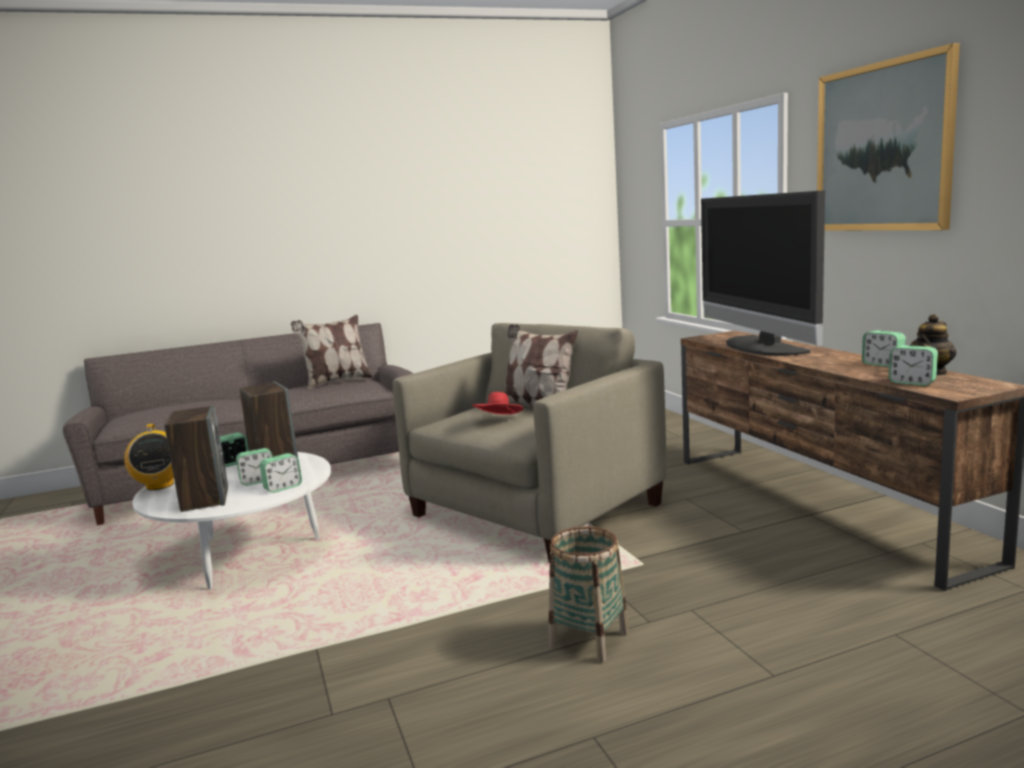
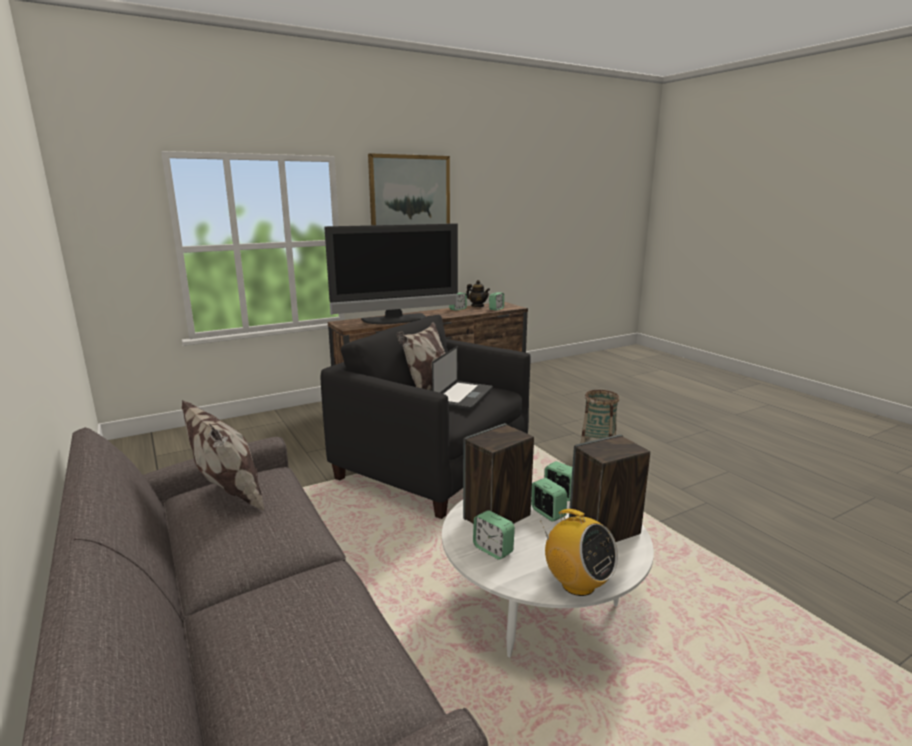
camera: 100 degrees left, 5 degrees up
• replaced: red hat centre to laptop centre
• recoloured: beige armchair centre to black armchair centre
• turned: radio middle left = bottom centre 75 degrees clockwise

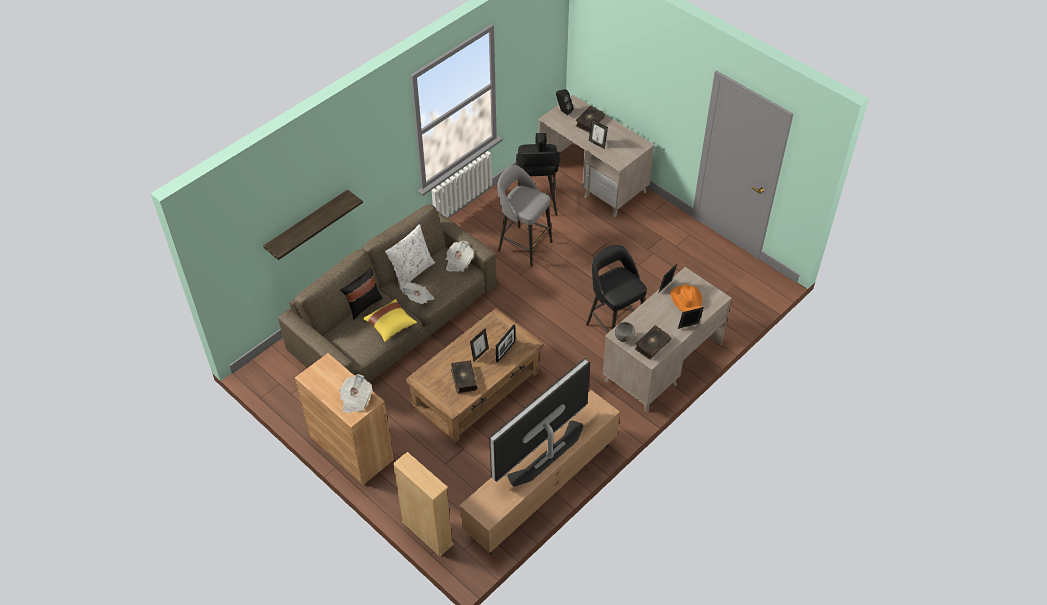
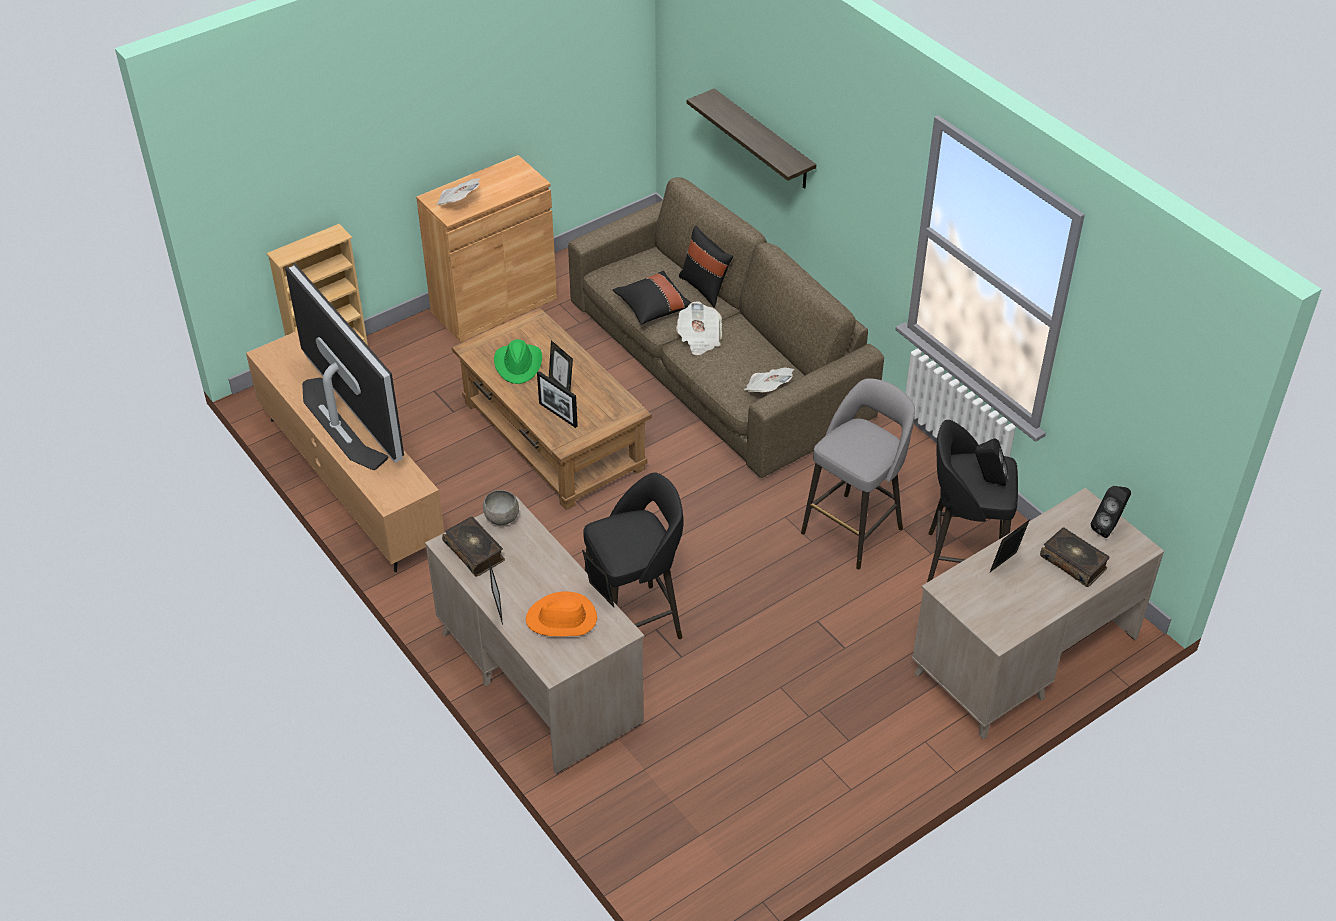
camera: 100 degrees right, 5 degrees down
• removed: white pillow centre
• replaced: book (1st from left) centre to green hat centre
• recoloured: yellow pillow centre to black pillow (1st from left) top centre

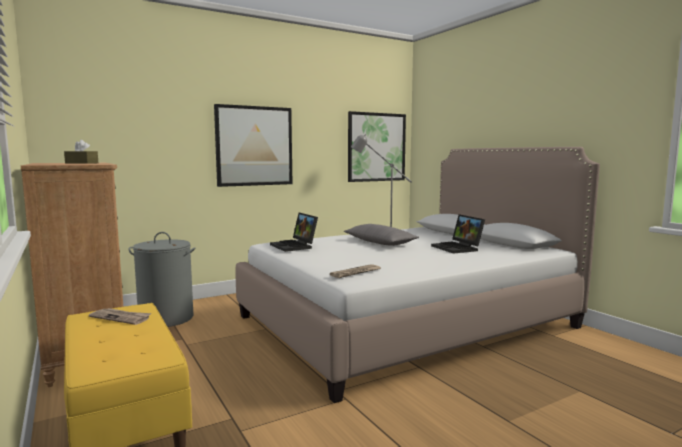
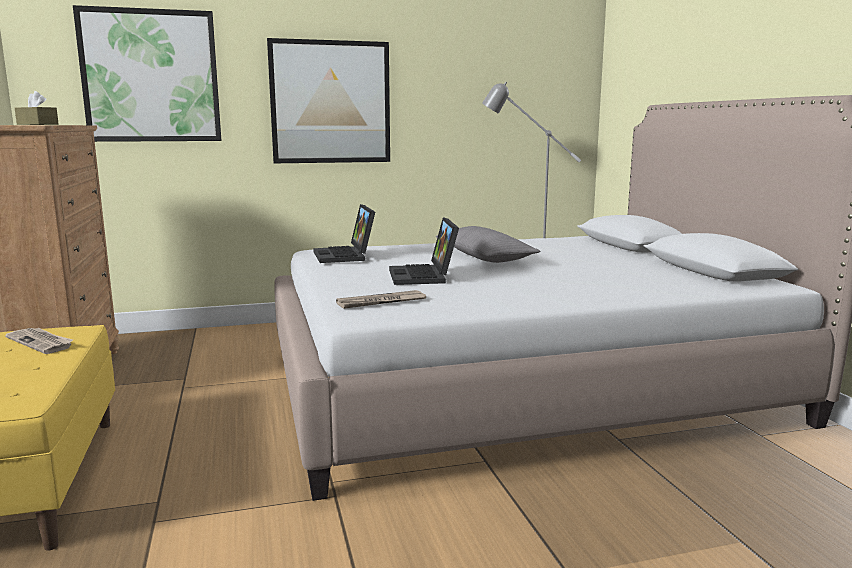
camera: 15 degrees right, 5 degrees up
• removed: grey laundry basket middle left
• moved: picture (2nd from left in the first image) top centre to picture (1st from left) top left
• moved: laptop (2nd from left) middle right to centre

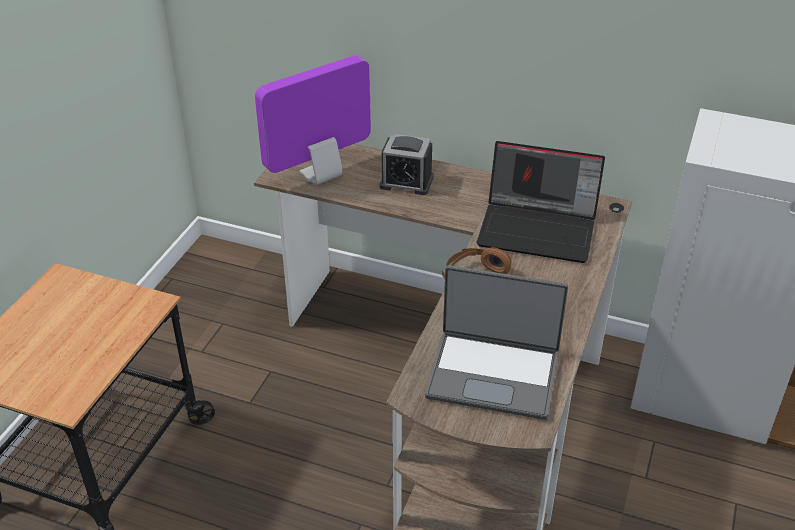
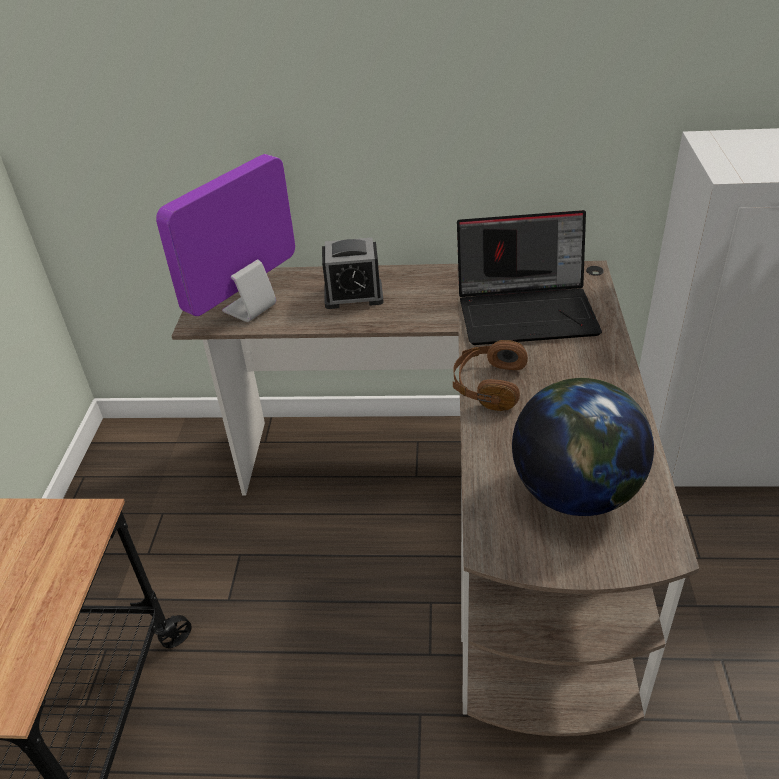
camera: 15 degrees left, 0 degrees up
• replaced: laptop (1st from left) centre to globe middle right

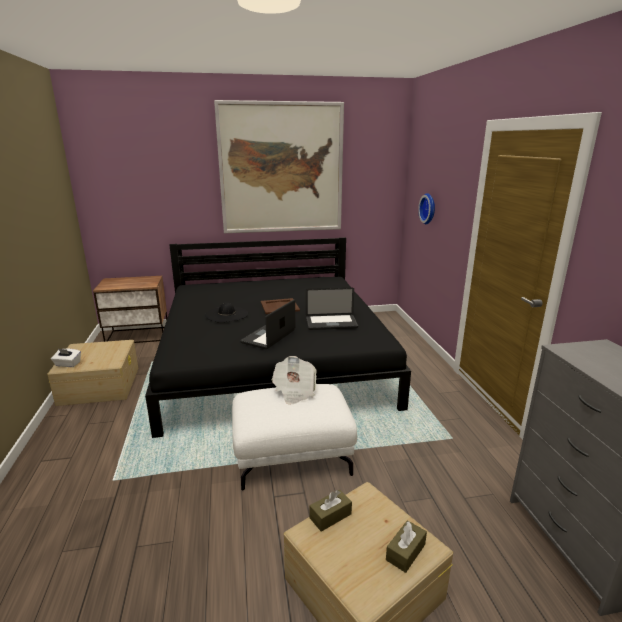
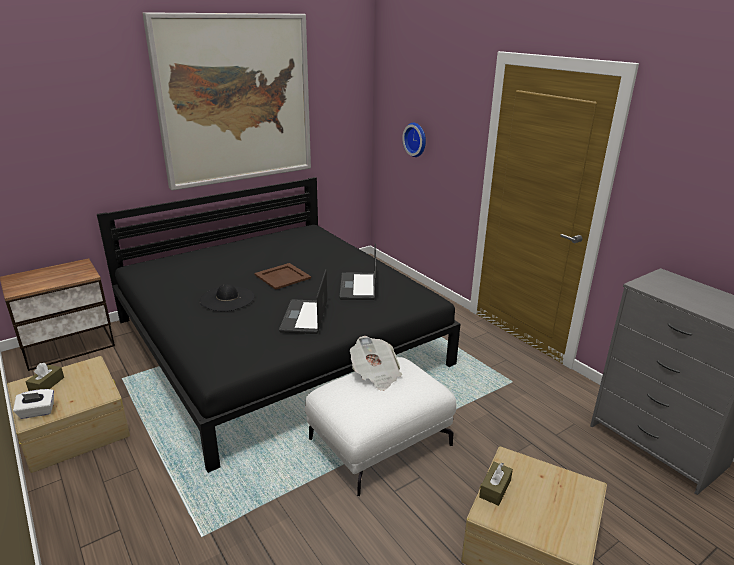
camera: 25 degrees left, 5 degrees up
• moved: brown tissue box (2nd from left in the first image) bottom centre to brown tissue box (1st from left) bottom left
• turned: laptop (2nd from left) centre = centre 120 degrees clockwise

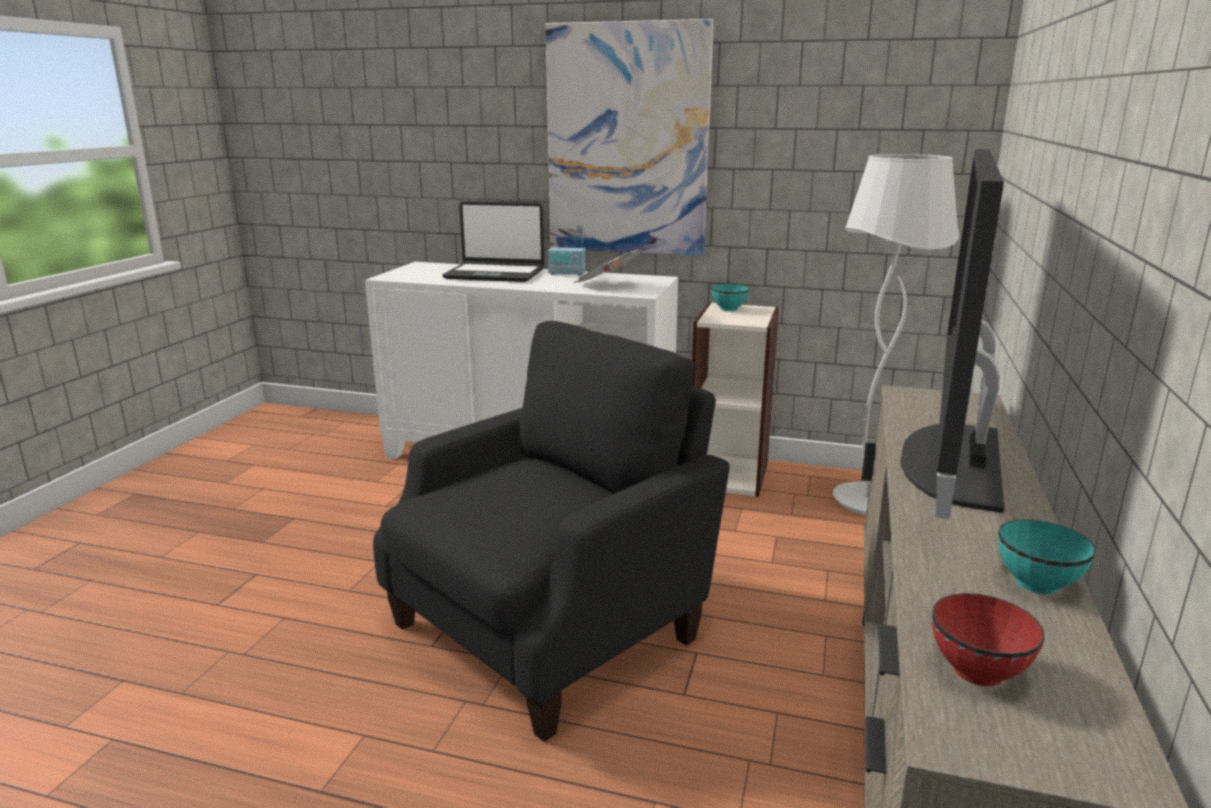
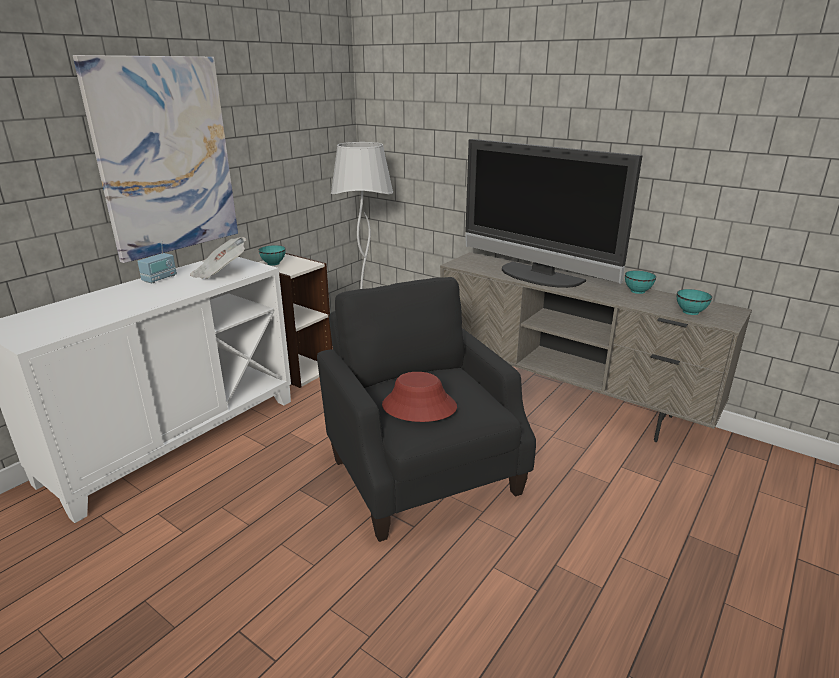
camera: 70 degrees left, 5 degrees up
• removed: laptop top centre
• added: red hat centre
• recoloured: red bowl bottom right to turquoise bowl (3rd from left) middle right

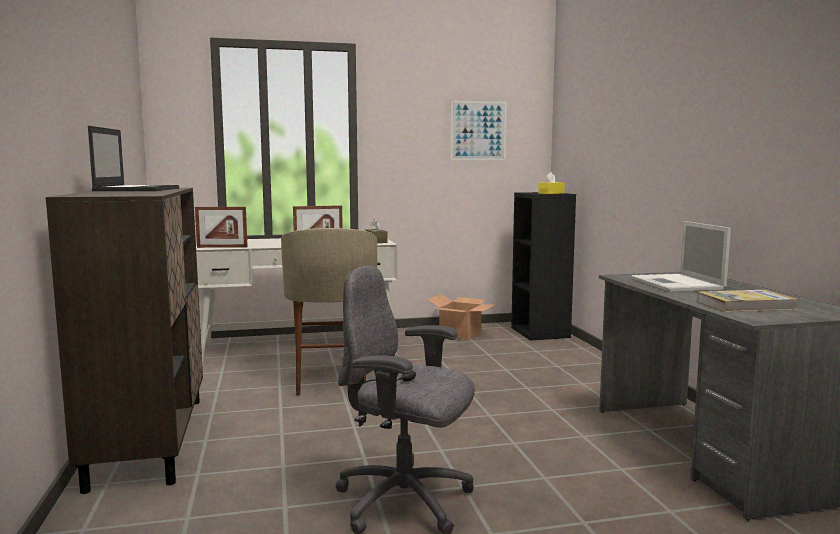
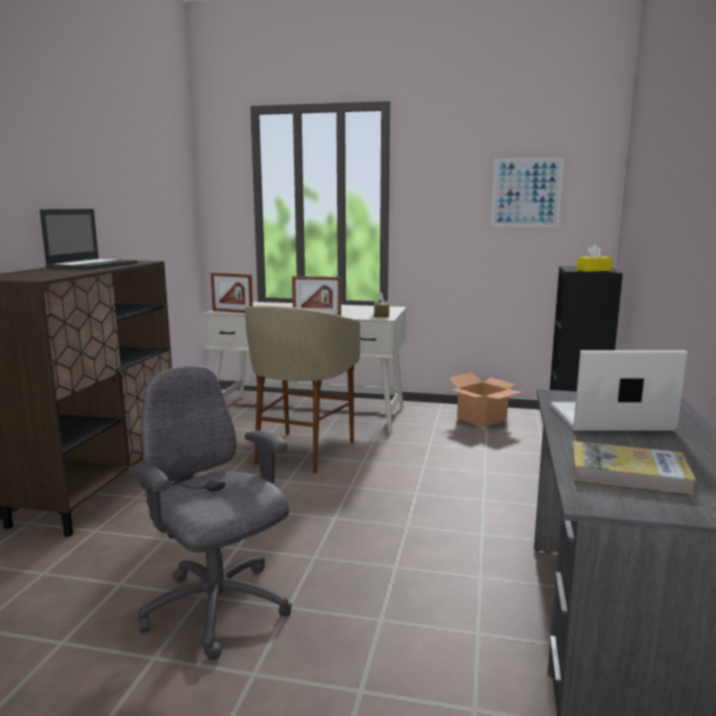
camera: 25 degrees right, 5 degrees up
• turned: laptop (2nd from left) middle right = middle right 75 degrees clockwise

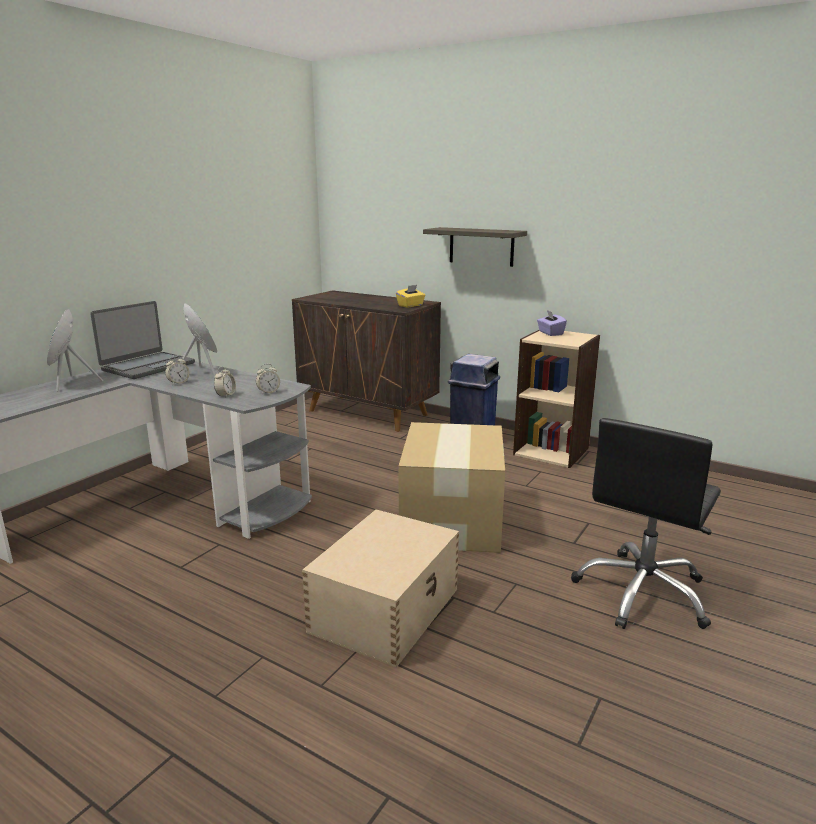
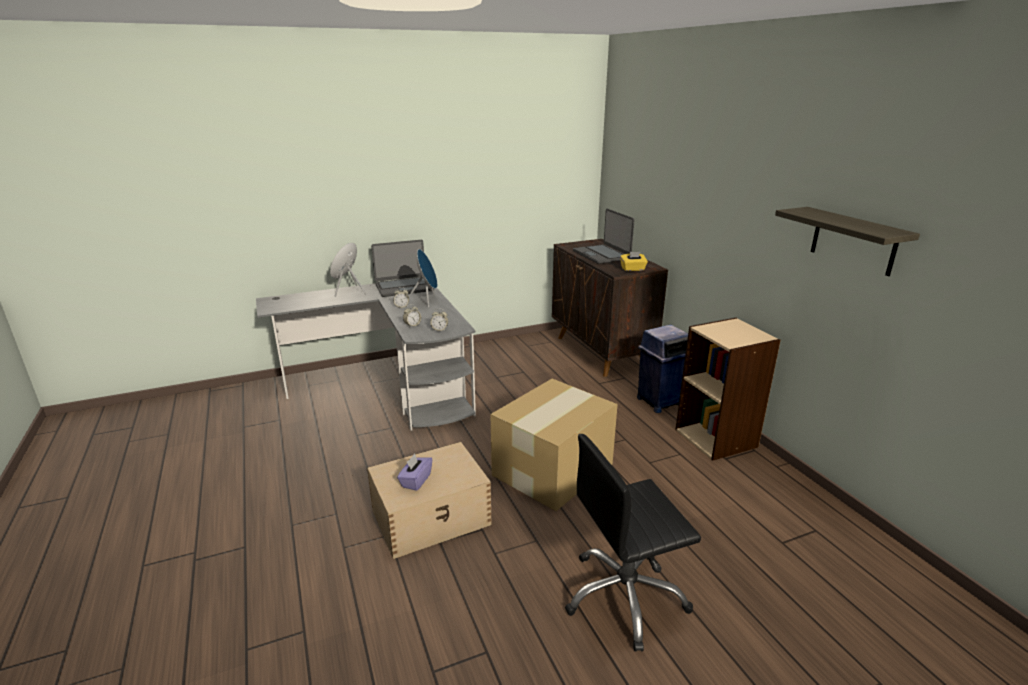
camera: 35 degrees right, 5 degrees up
• added: laptop (2nd from left) centre
• moved: shelf top centre to middle right
• moved: purple tissue box middle right to bottom centre

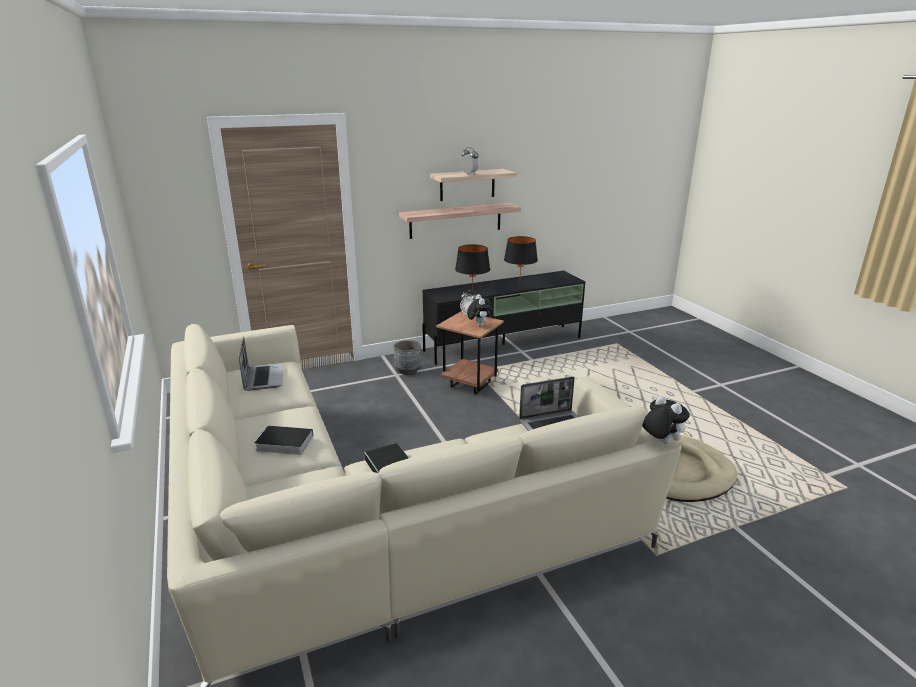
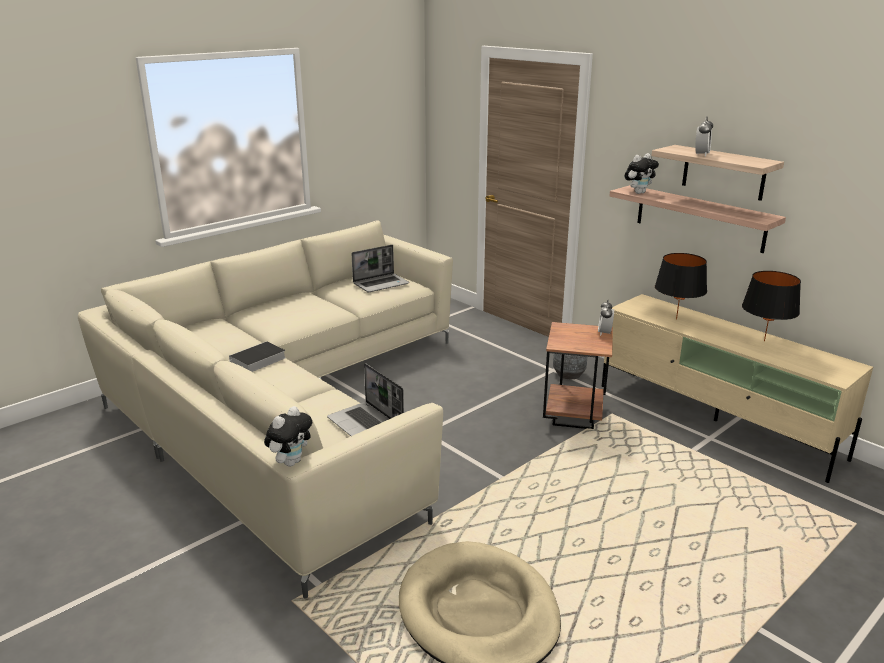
camera: 70 degrees right, 0 degrees up
• removed: book (1st from left) middle left
• moved: plush toy (1st from left in the first image) centre to plush toy (2nd from left) top right
• recoloured: black tv stand centre to beige tv stand middle right

